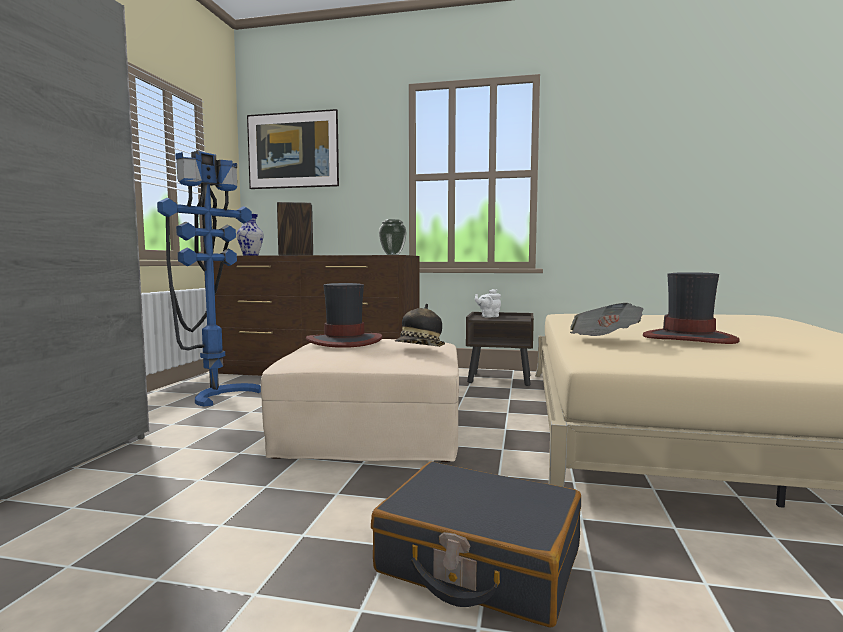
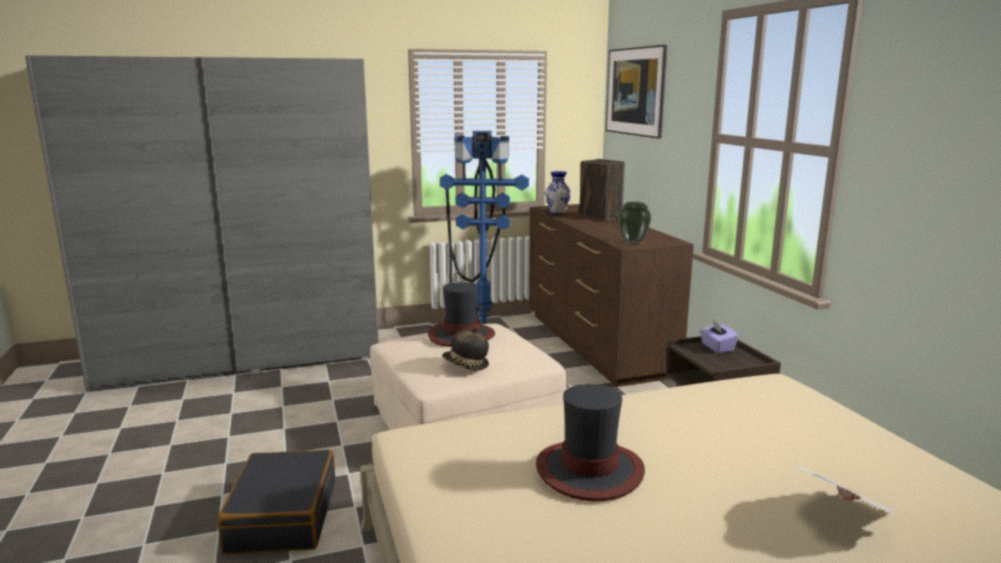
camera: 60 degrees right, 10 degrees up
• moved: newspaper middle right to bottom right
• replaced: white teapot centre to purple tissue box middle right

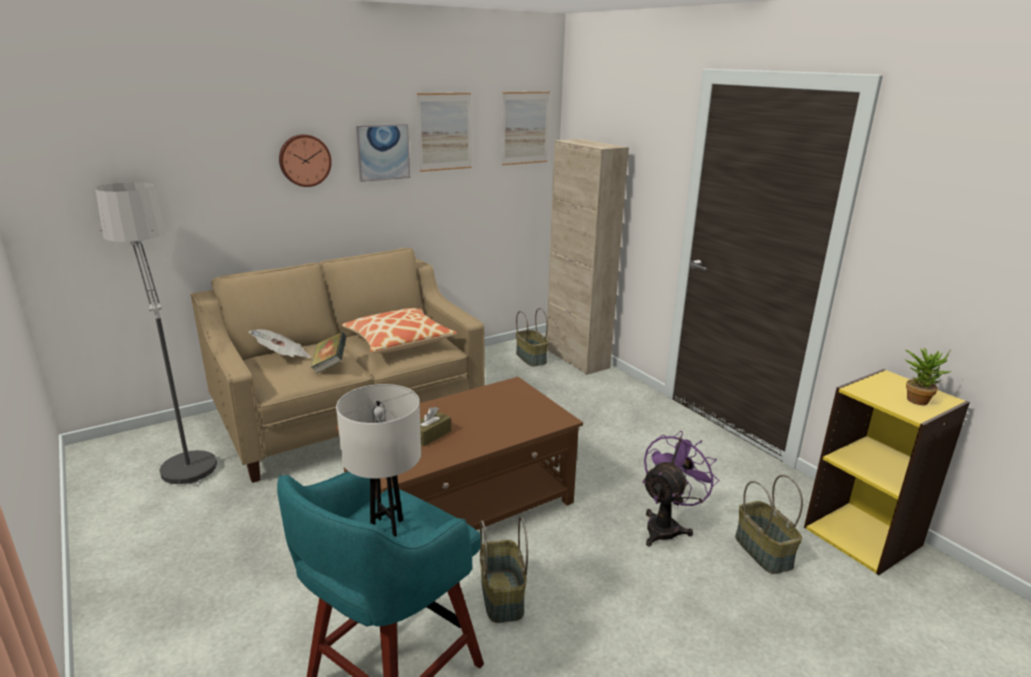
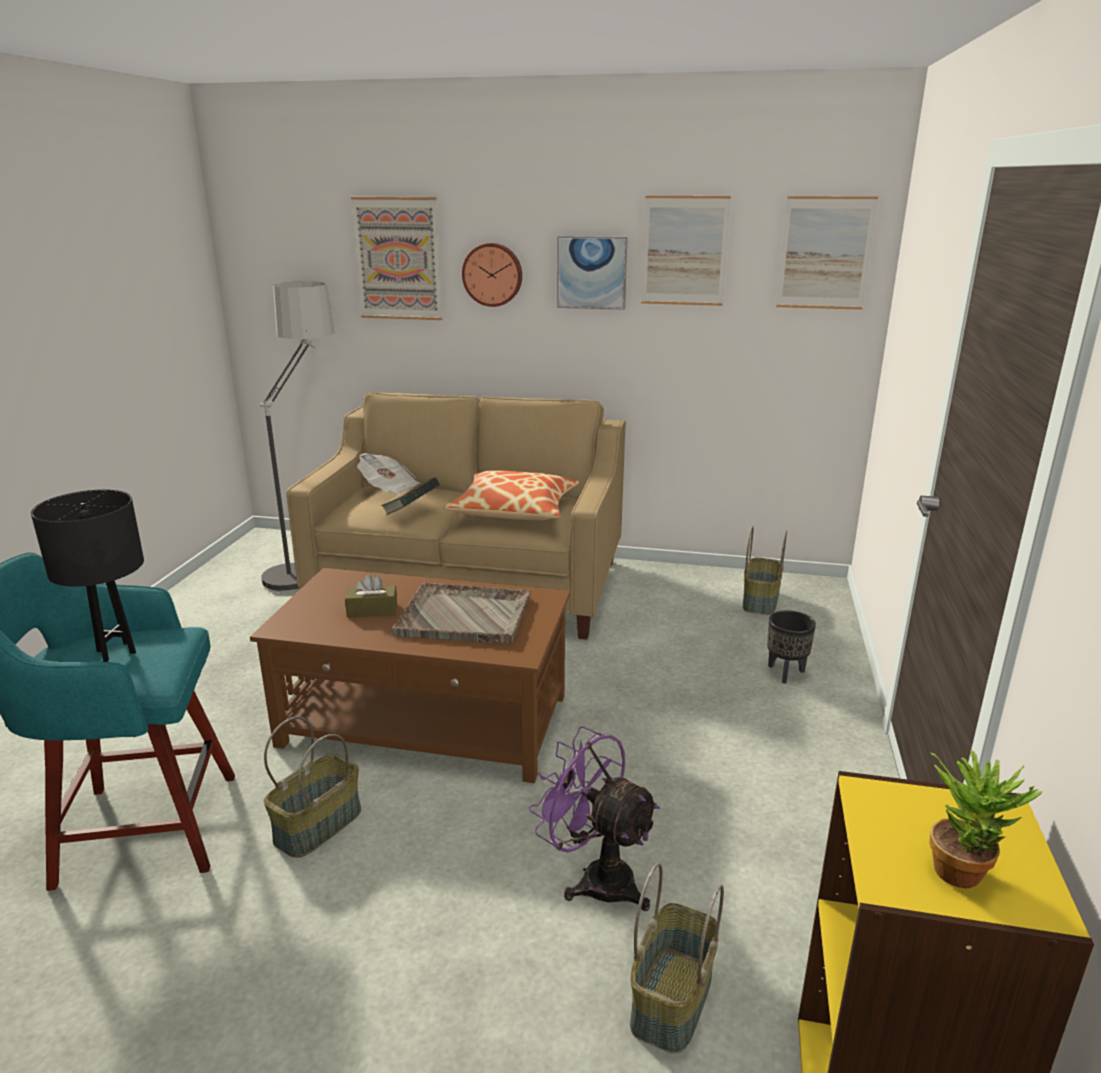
camera: 45 degrees right, 0 degrees up
• removed: beige cabinet centre
• added: picture (1st from left) top centre
• added: grey tray centre
• added: black planter middle right
• recoloured: white table lamp bottom centre to black table lamp middle left
• turned: purple fan bottom centre = bottom centre 135 degrees counterclockwise

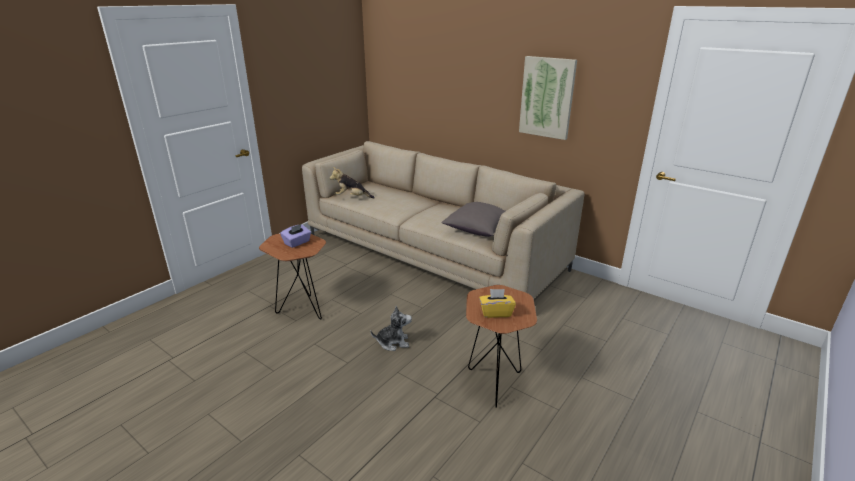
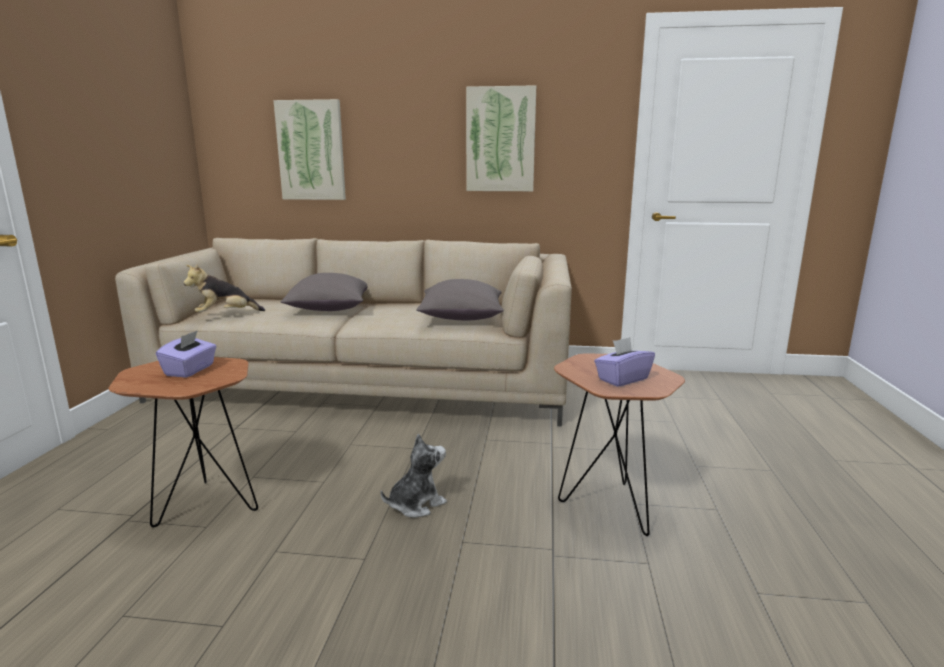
camera: 30 degrees left, 10 degrees down
• added: picture (1st from left) top left
• added: grey pillow (1st from left) centre
• recoloured: yellow tissue box centre to purple tissue box (2nd from left) centre

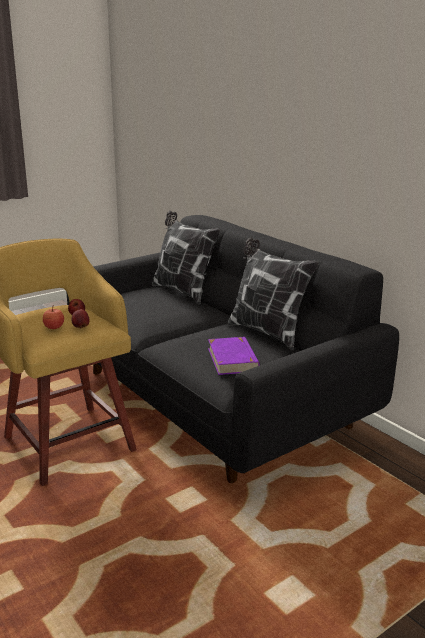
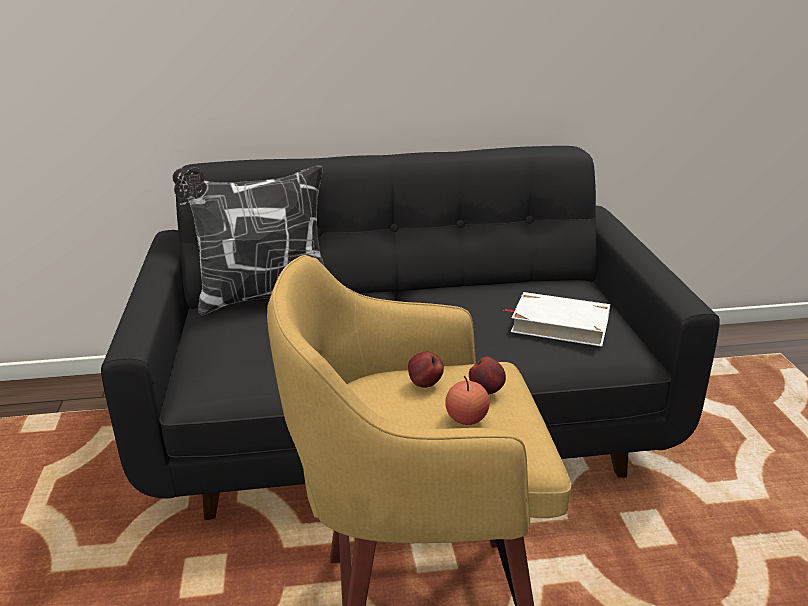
camera: 60 degrees left, 5 degrees up
• removed: pillow (2nd from left) centre
• recoloured: purple book centre to white book middle right

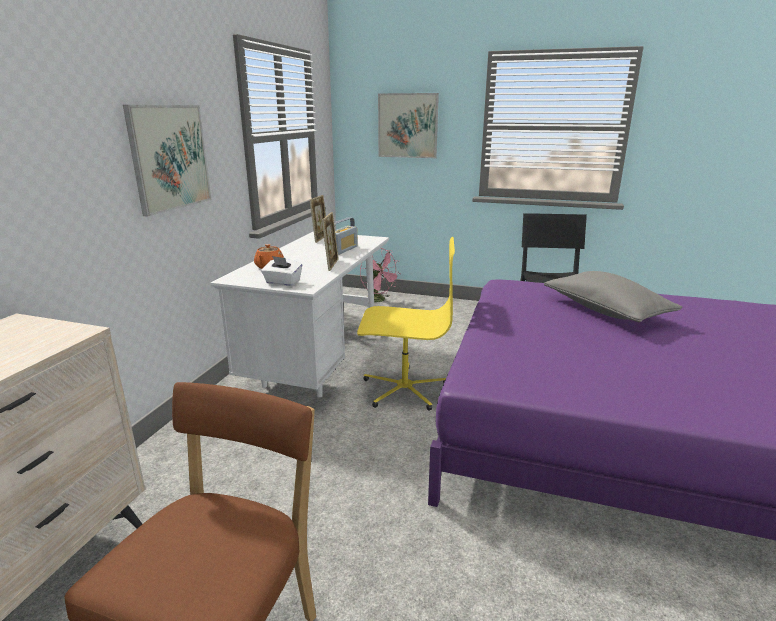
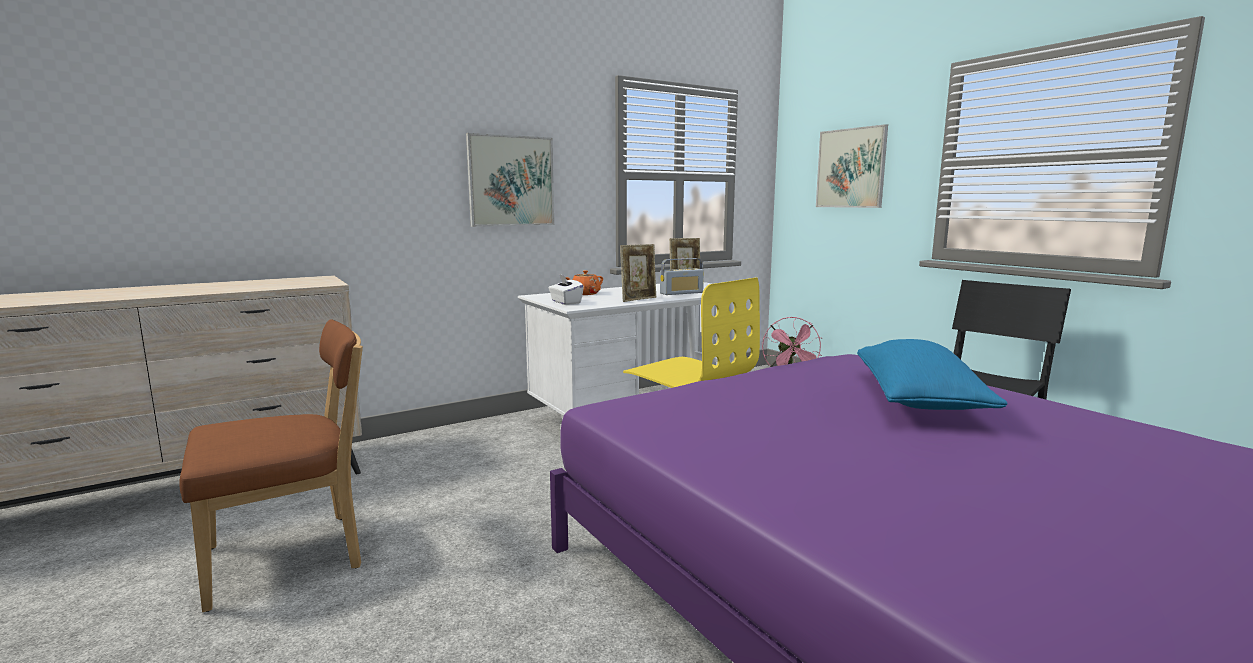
camera: 40 degrees right, 10 degrees down
• recoloured: grey pillow middle right to blue pillow middle right

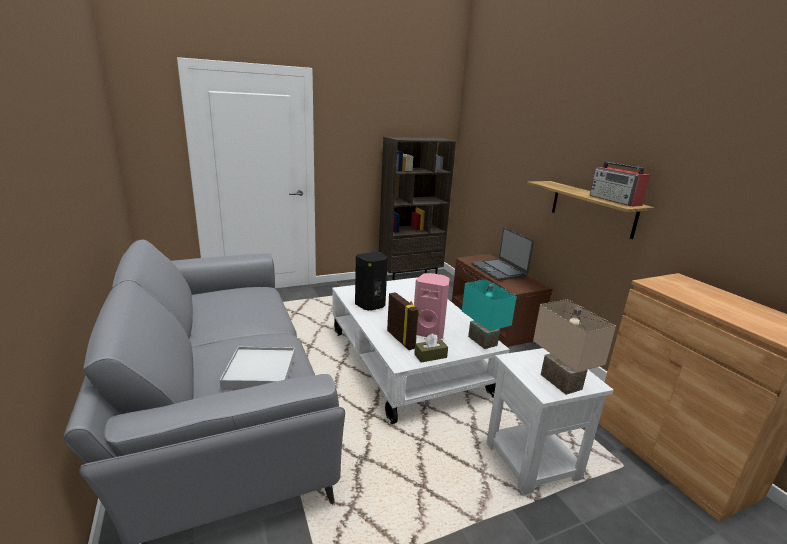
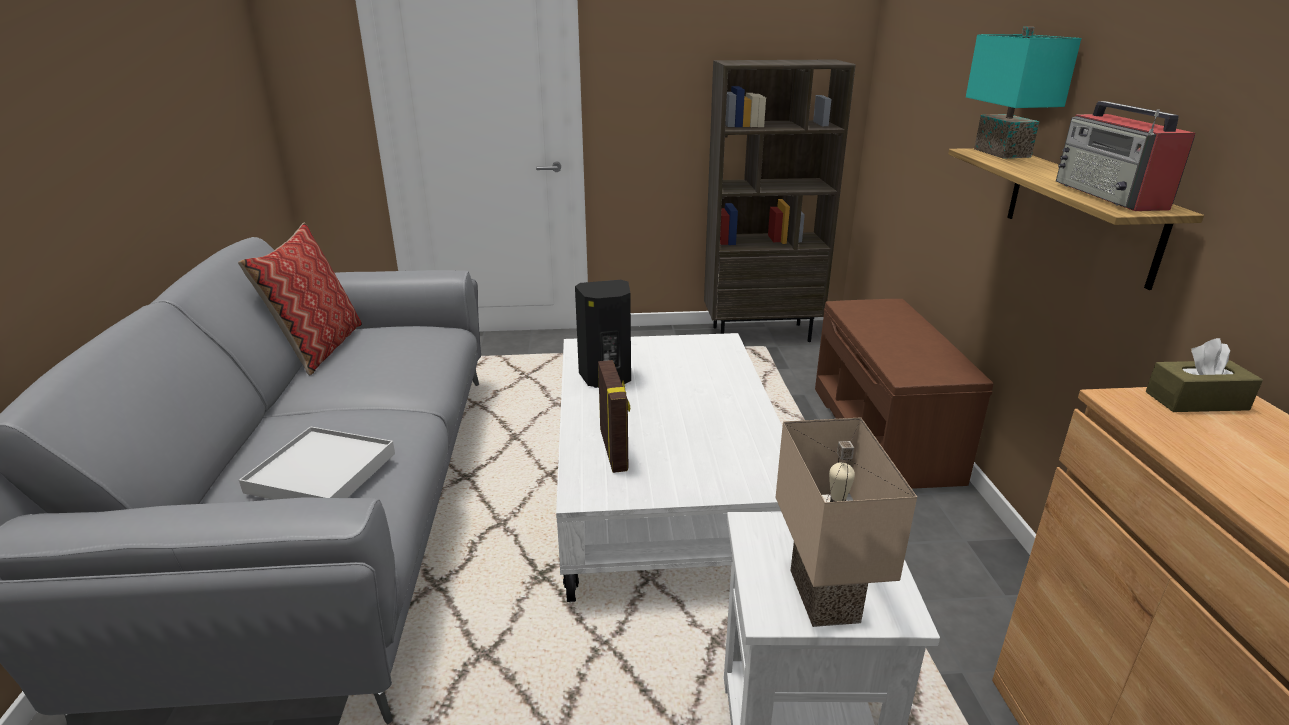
camera: 20 degrees right, 5 degrees up
• removed: pink speaker centre
• removed: laptop centre
• added: pillow middle left
• moved: brown tissue box centre to middle right
• moved: turquoise table lamp centre to top right

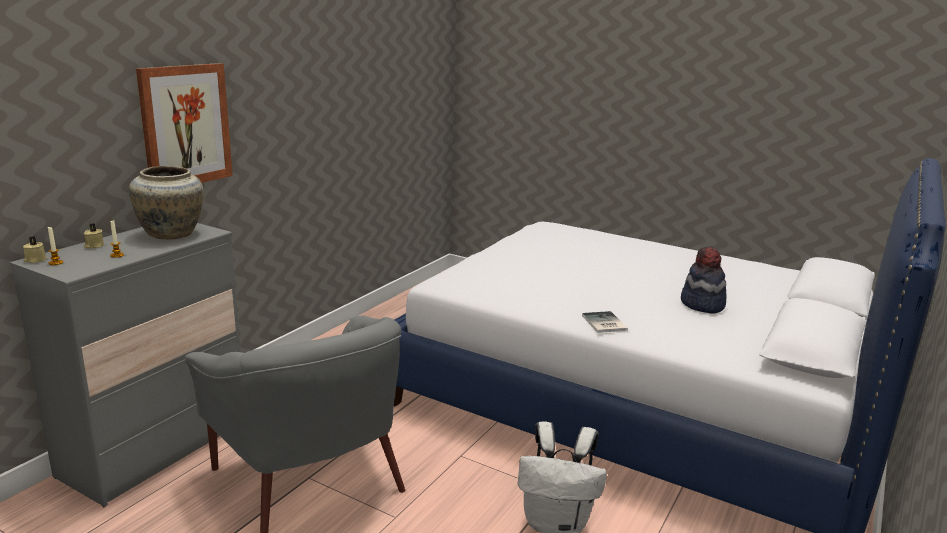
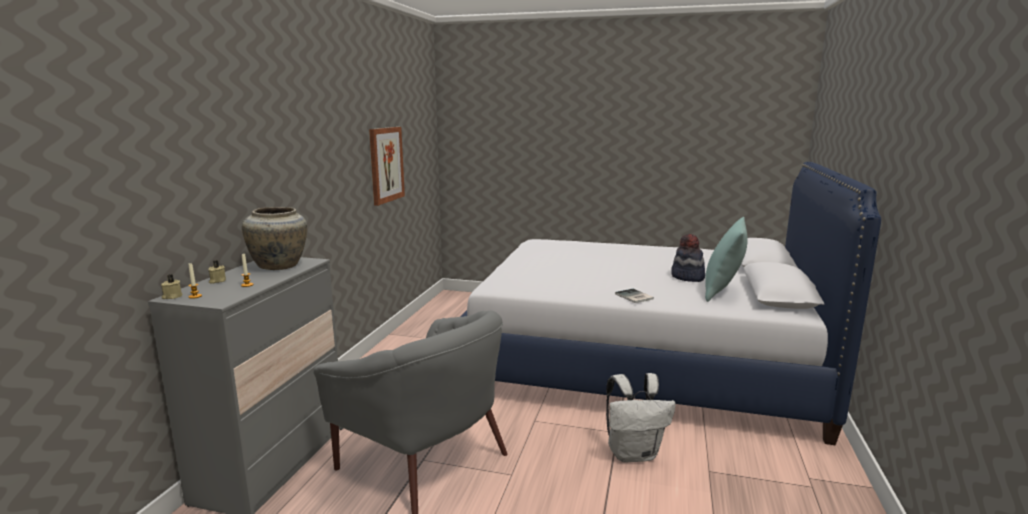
camera: 15 degrees left, 5 degrees down
• added: turquoise pillow middle right
• moved: picture top left to top centre

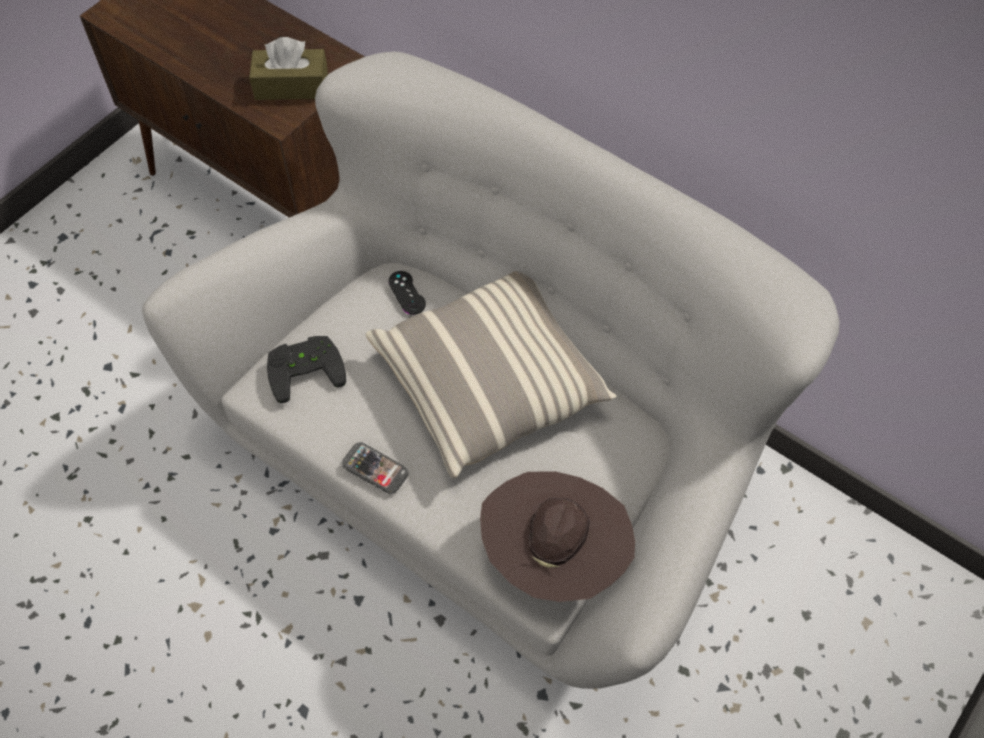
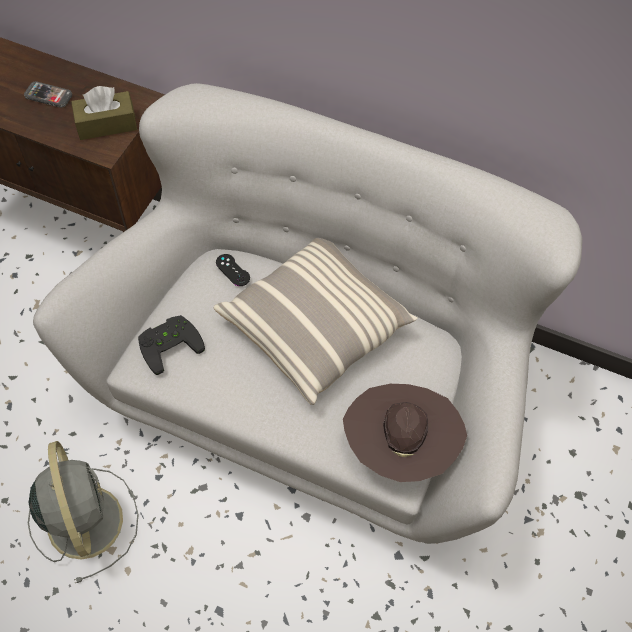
camera: 15 degrees left, 0 degrees up
• added: grey fan bottom left
• moved: phone centre to top left

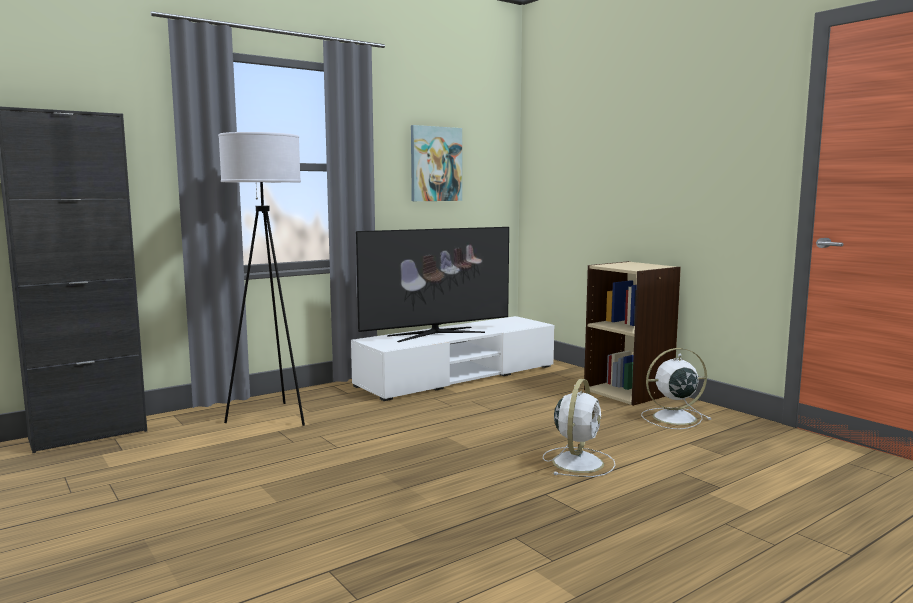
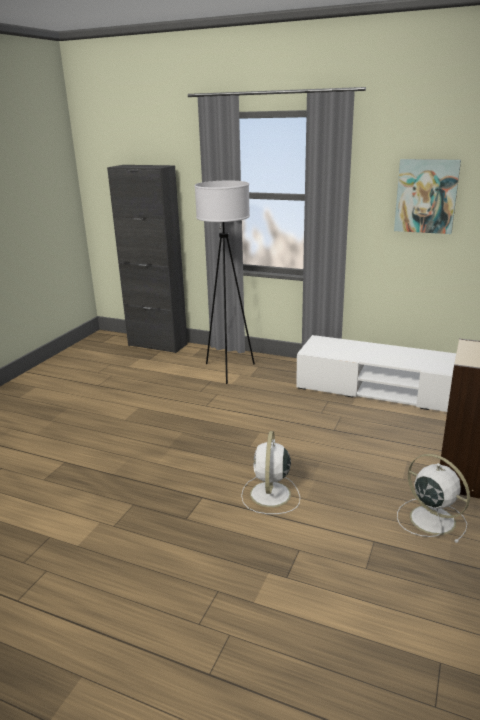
camera: 60 degrees right, 15 degrees up
• removed: television centre
• turned: white fan (1st from left) bottom centre = centre 105 degrees clockwise

